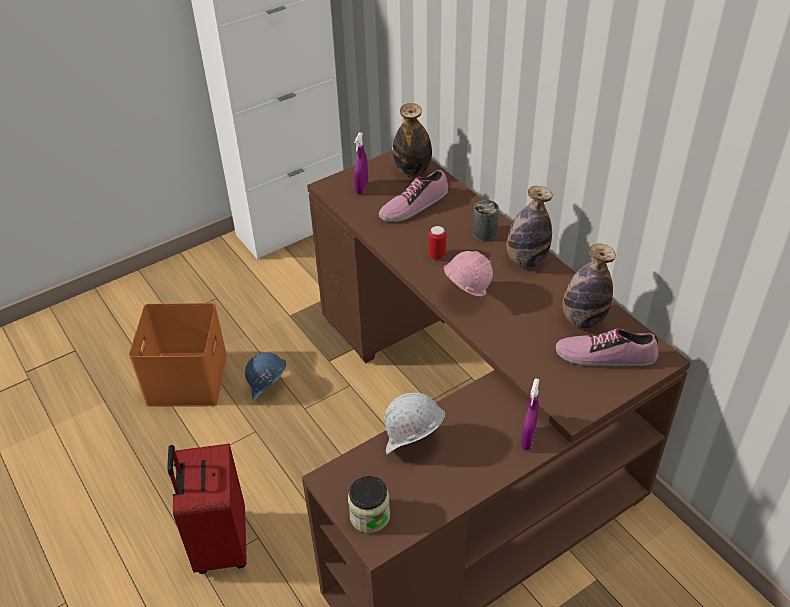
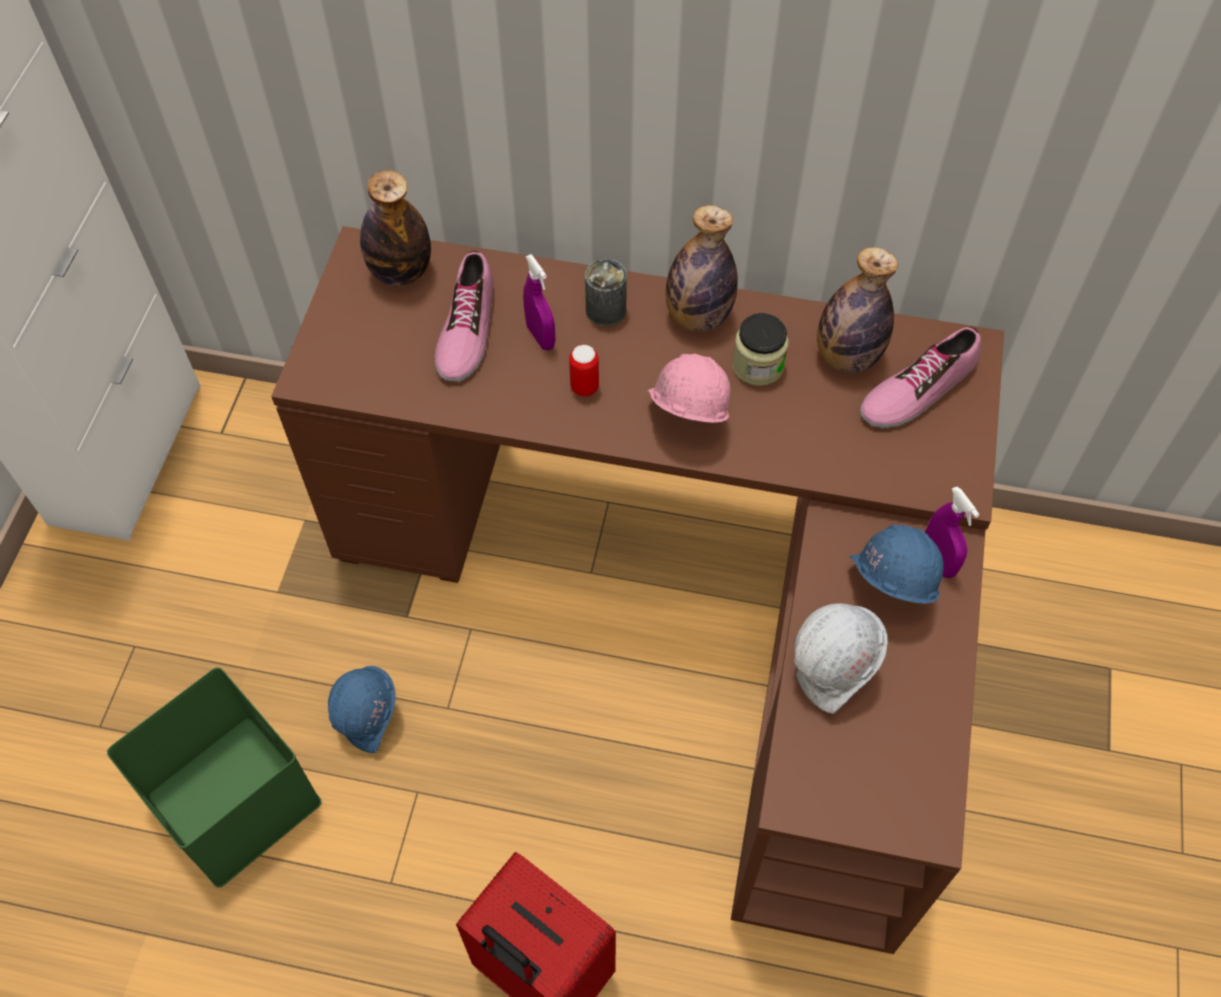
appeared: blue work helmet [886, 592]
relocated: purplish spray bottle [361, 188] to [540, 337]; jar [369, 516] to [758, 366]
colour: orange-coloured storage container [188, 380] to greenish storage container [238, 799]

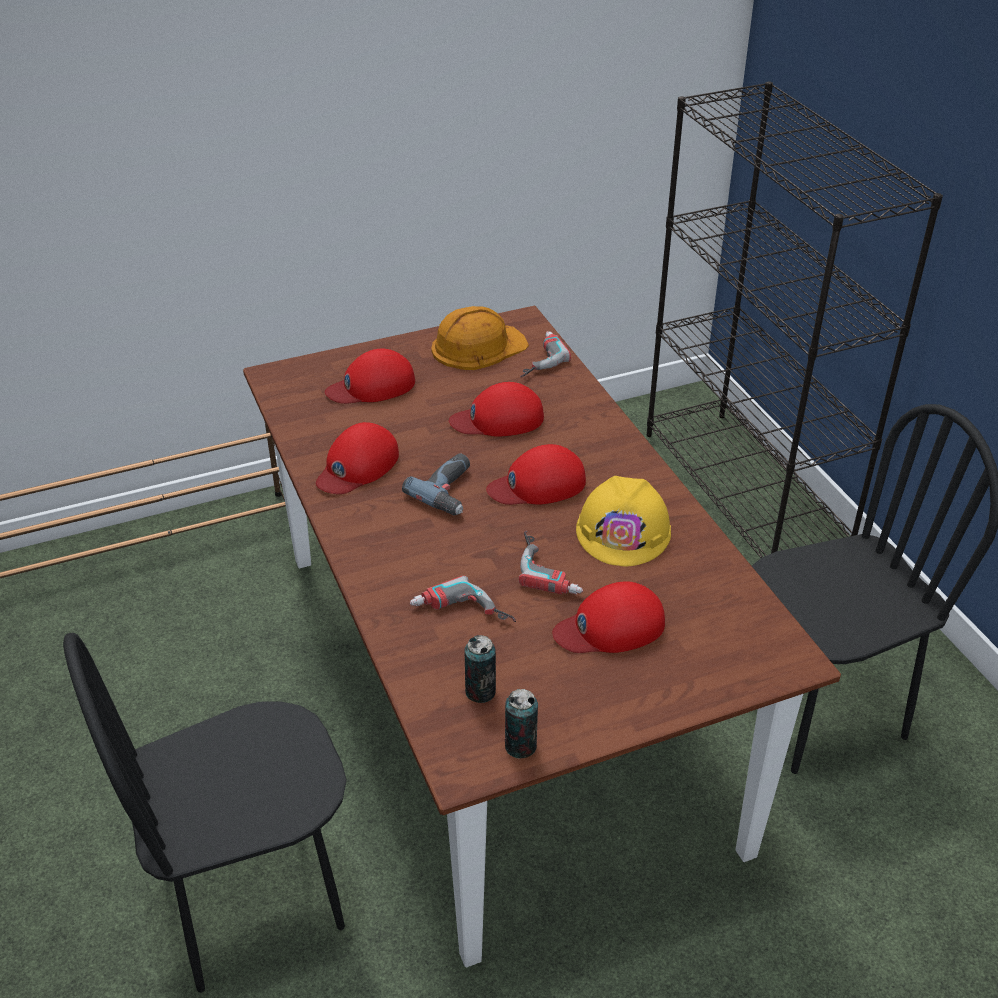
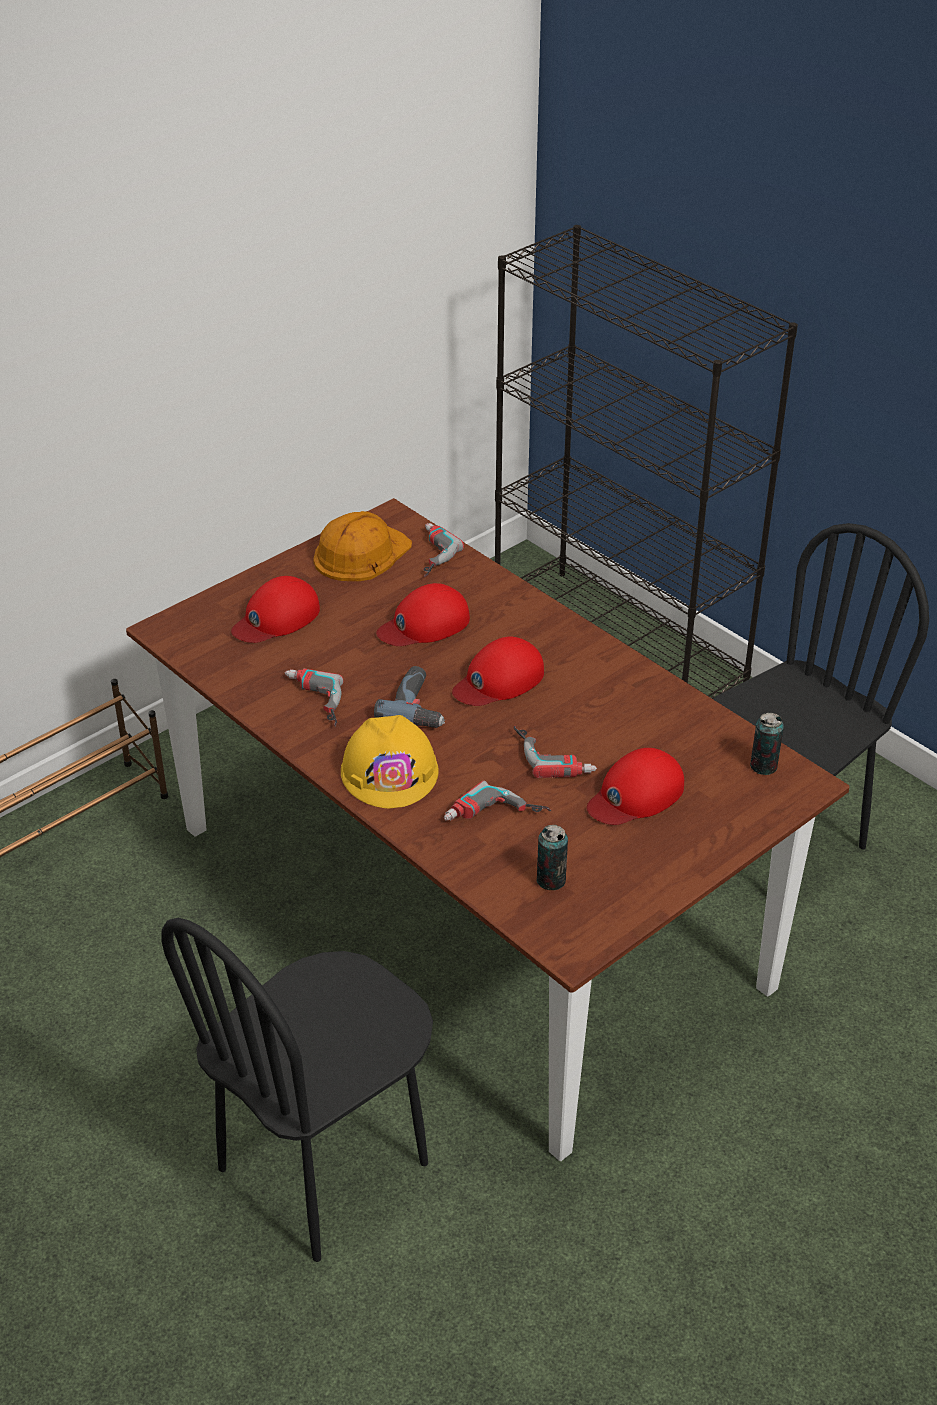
relocated: yellowish work helmet [623, 531] to [390, 771]; can [520, 746] to [763, 766]
exchanged: reddish peaked cap [357, 466] to drill [311, 702]

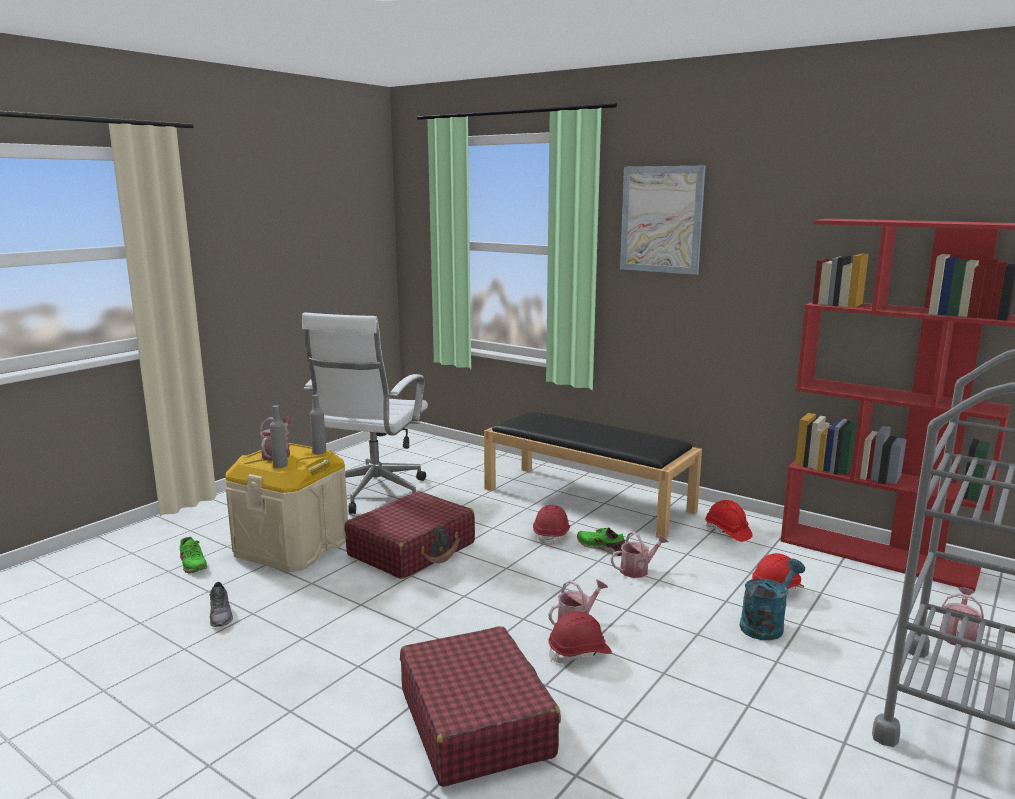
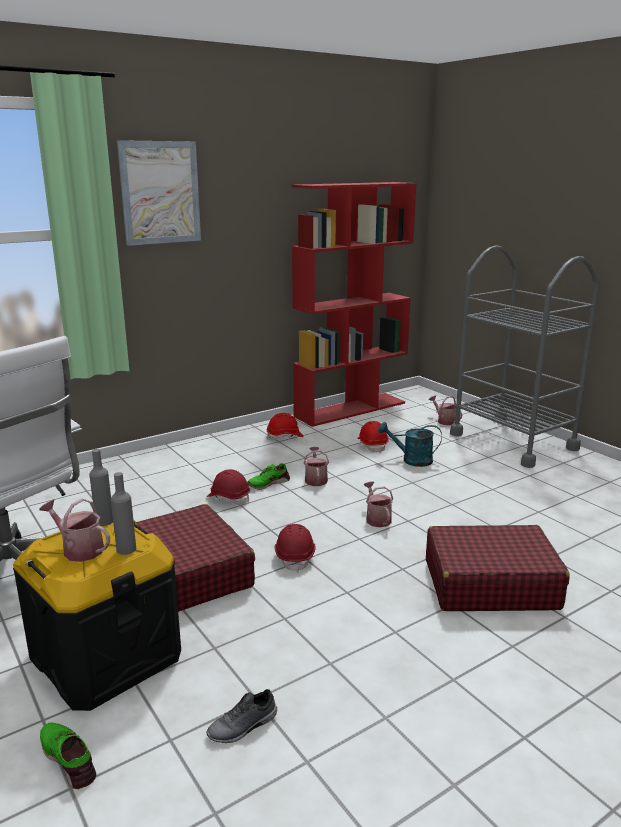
missing: blackish bench [588, 500]
relocated: reddish work helmet [579, 653] to [295, 557]
colour: beige storage container [292, 547] to blackish storage container [106, 656]
spun: greenish low shoe [192, 564] = [69, 759] 120 degrees counterclockwise; turquoise-coloured sprinkling can [766, 624] = [411, 460] 60 degrees counterclockwise; gray low shoe [221, 615] = [243, 727] 150 degrees clockwise

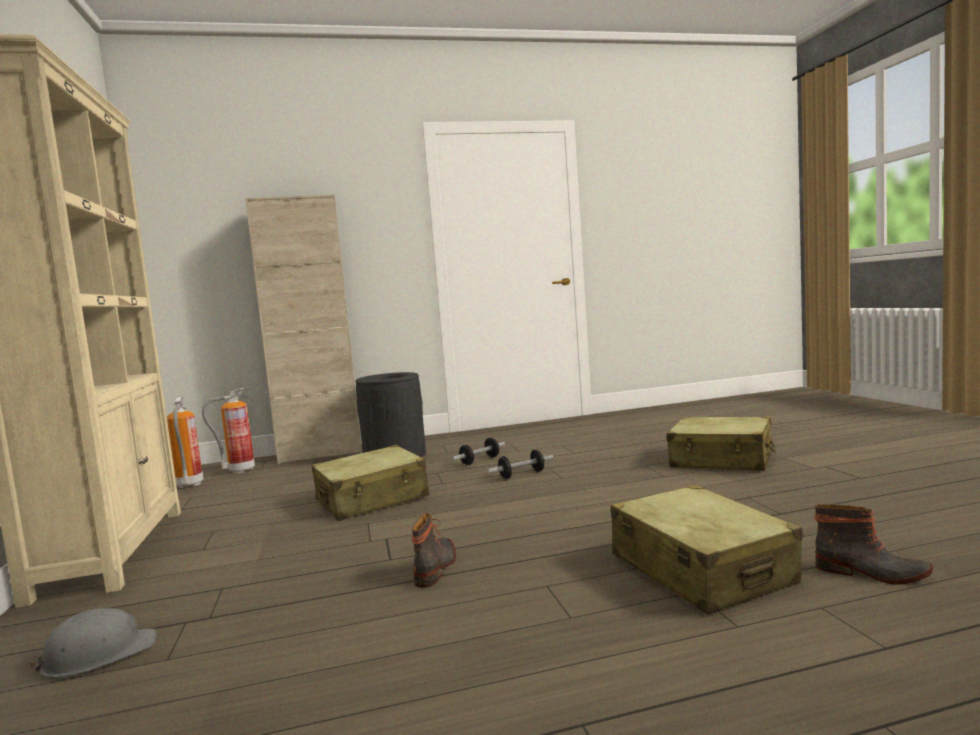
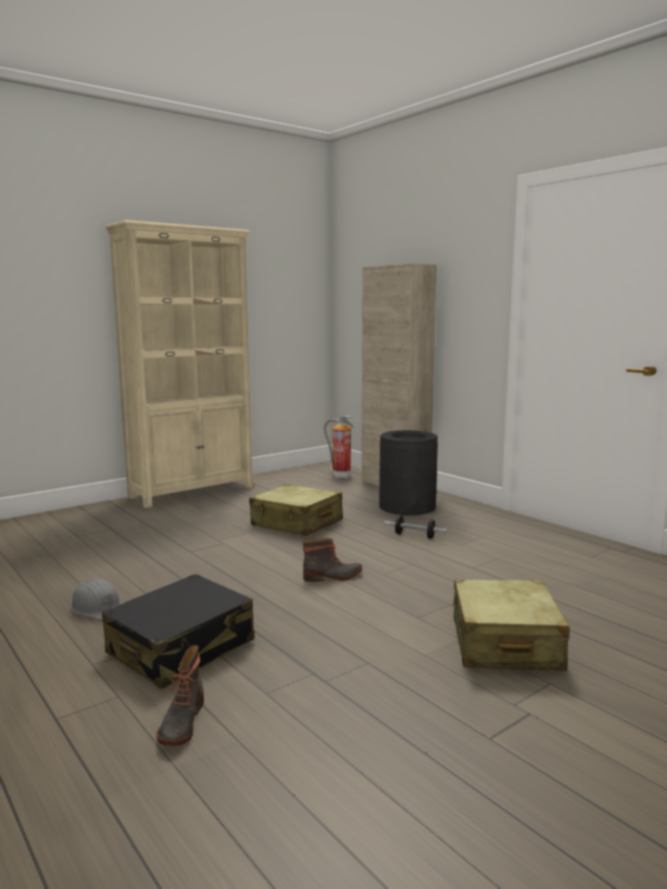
missing: fire extinguisher [189, 485]; dumbbell [522, 474]
relocated: high-top boot [436, 567] to [333, 576]; gray work helmet [99, 654] to [98, 608]
colour: beige suitcase [701, 570] to blackish suitcase [182, 648]

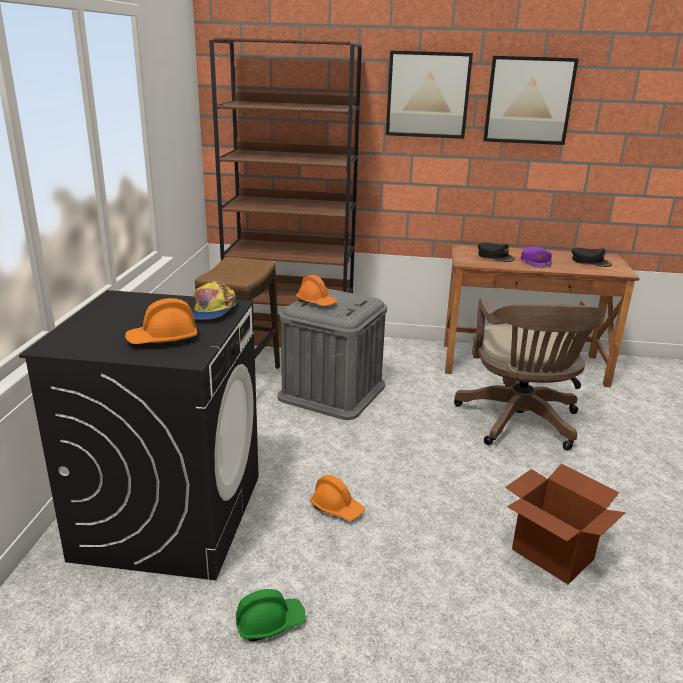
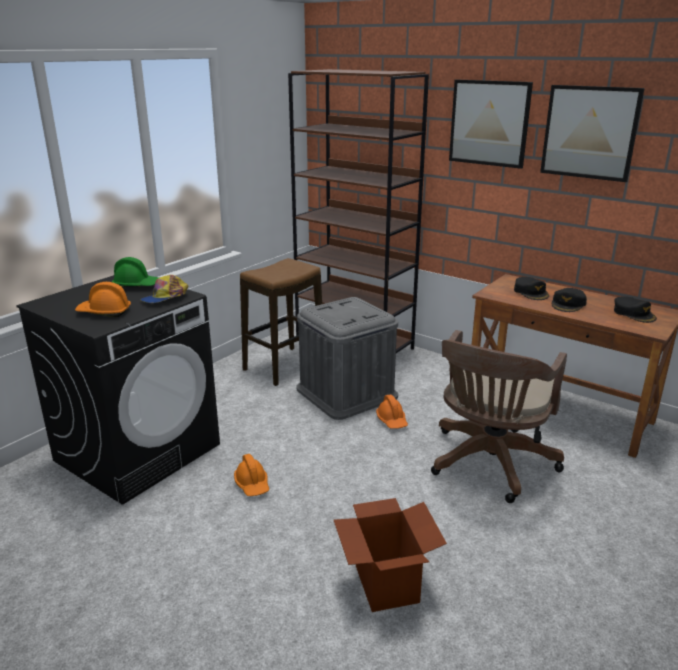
relocated: orange-coloured work helmet [316, 302] to [392, 420]; greenish work helmet [269, 622] to [137, 285]
colour: purplish peaked cap [536, 261] to blackish peaked cap [568, 304]

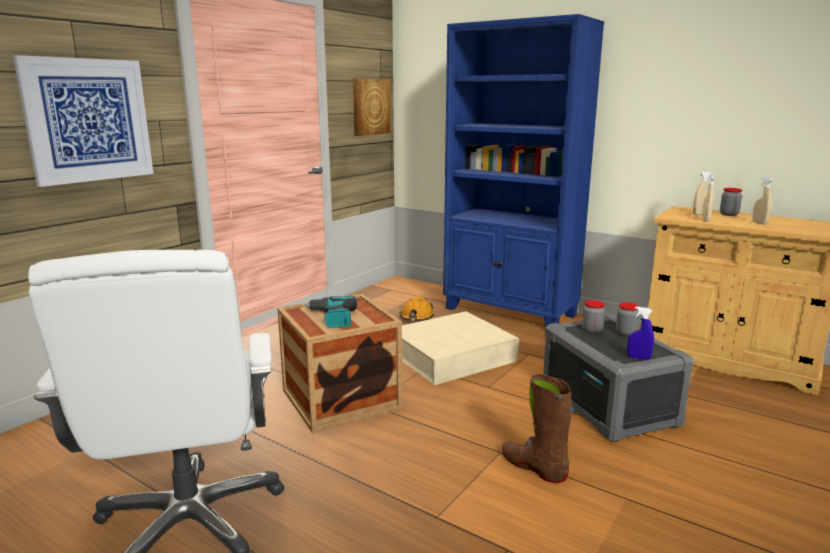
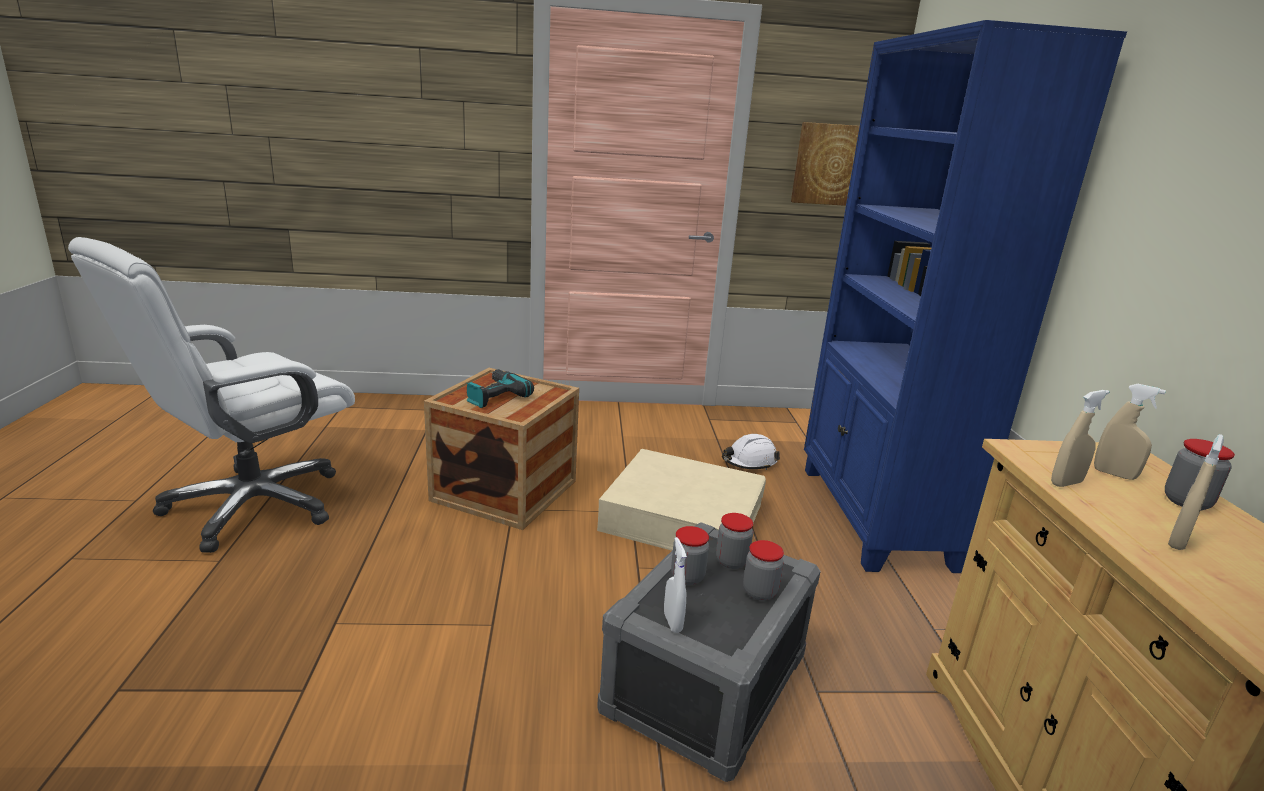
missing: wall art [88, 120]; brownish high-top boot [534, 467]
appeared: jar [687, 577]
colour: orange-coloured work helmet [417, 317] to whitish work helmet [749, 462]; blue spray bottle [638, 358] to whitish spray bottle [672, 622]

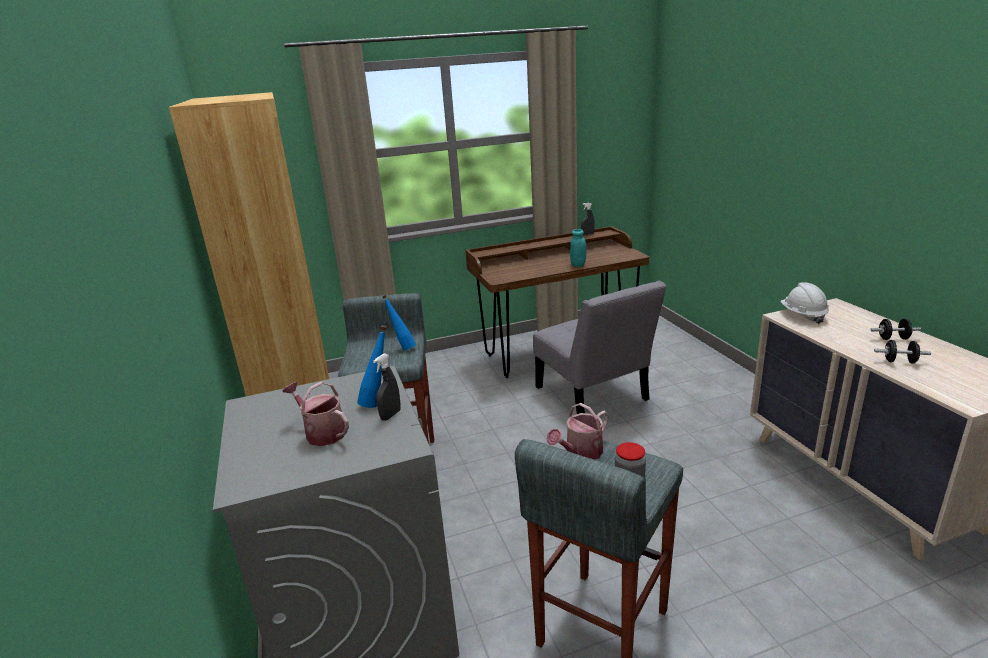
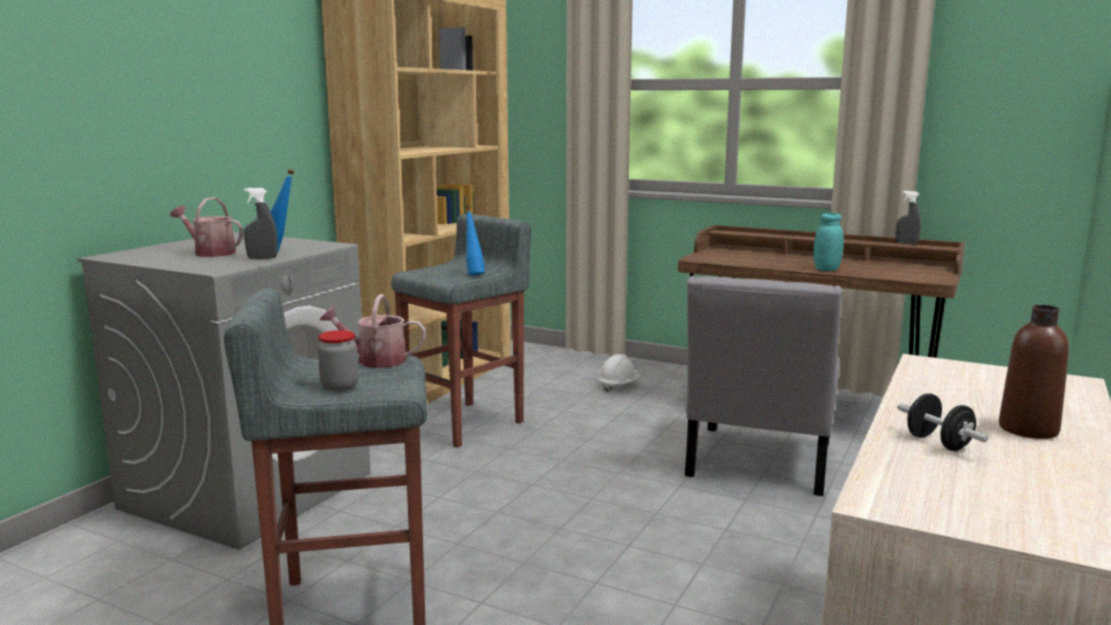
relocated: whitish work helmet [802, 315] to [618, 386]
exchanged: blackish dumbbell [893, 338] to brownish drink bottle [1028, 429]
spun: sprinkling can [322, 432] = [210, 253] 60 degrees counterclockwise

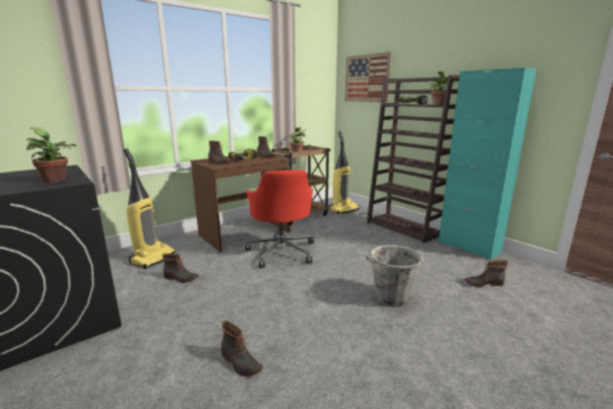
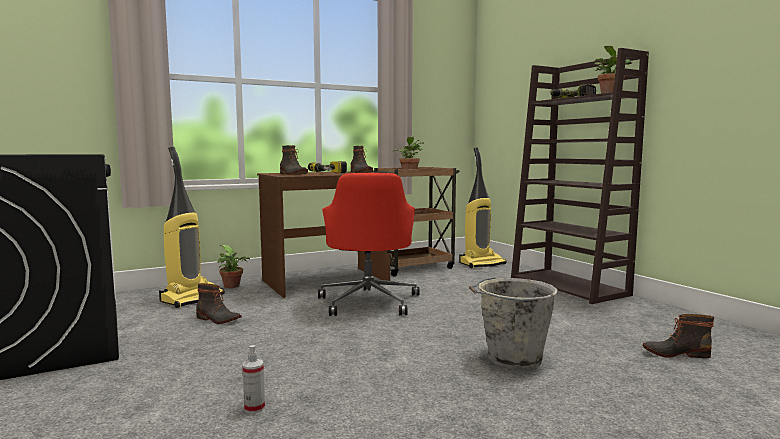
missing: wall art [367, 78]; turquoise-coloured storage cabinet [468, 247]
relocated: potted plant [56, 180] to [233, 286]
exchanged: high-top boot [240, 363] to spray bottle [254, 408]

